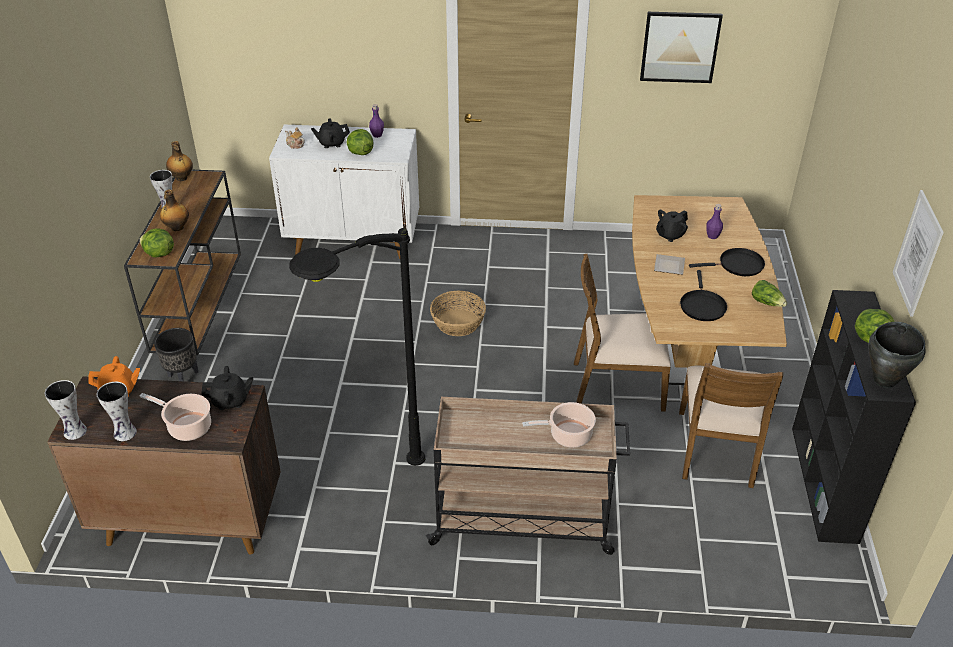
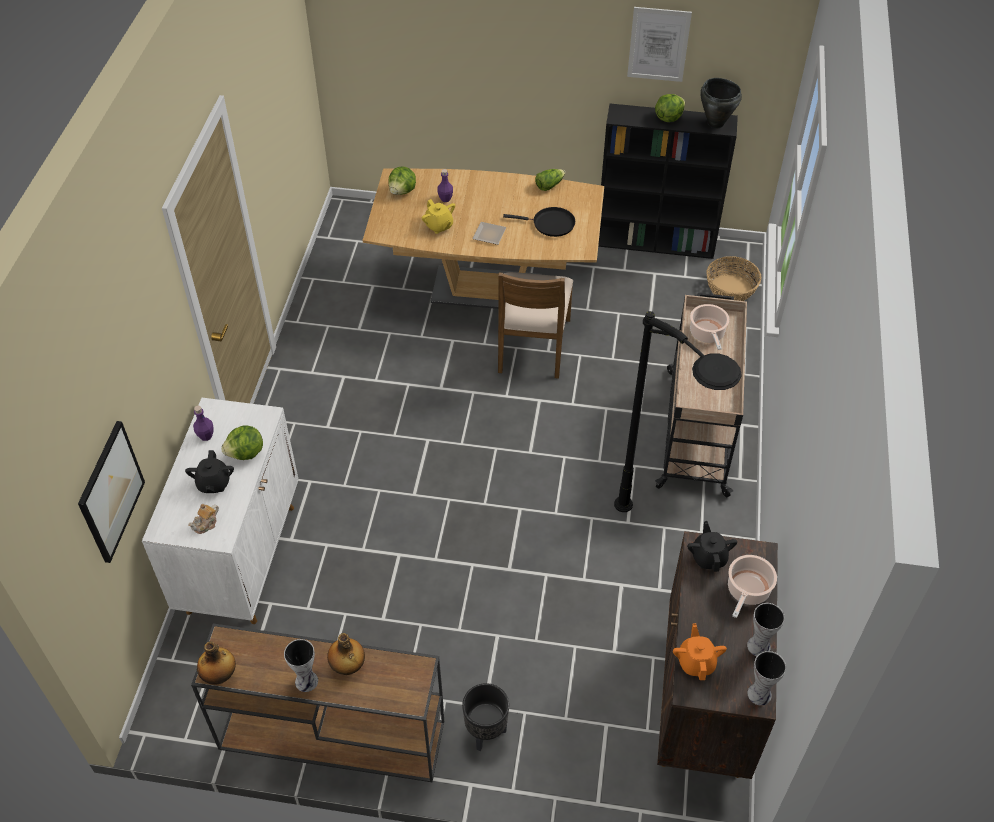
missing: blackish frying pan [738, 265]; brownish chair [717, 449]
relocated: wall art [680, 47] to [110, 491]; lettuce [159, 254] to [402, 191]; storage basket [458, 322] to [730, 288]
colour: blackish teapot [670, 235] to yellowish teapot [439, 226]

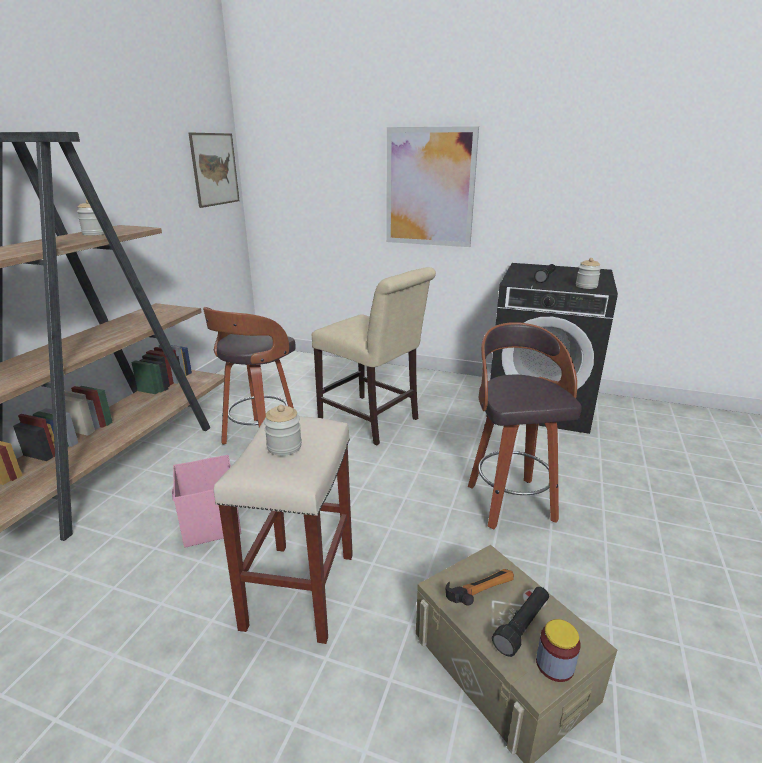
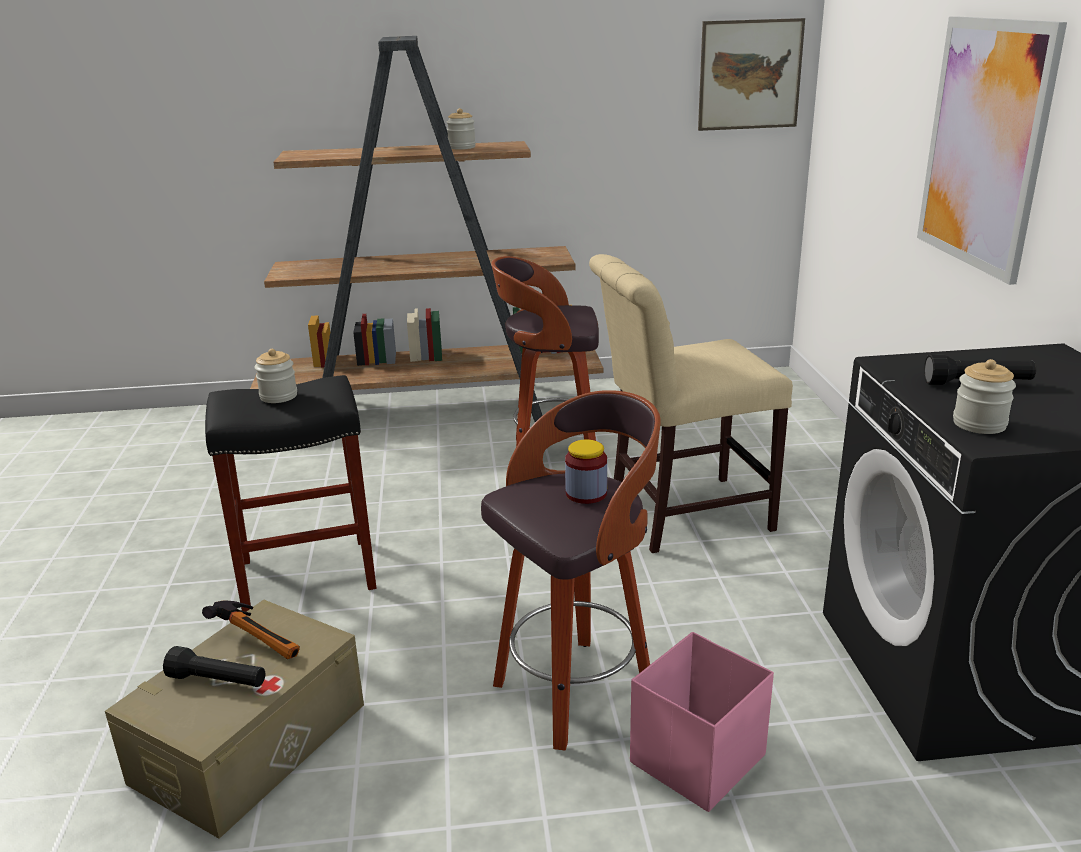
relocated: pink-coloured storage container [210, 524] to [695, 760]; jar [555, 665] to [586, 494]
colour: beige stool seat [299, 588] to blackish stool seat [309, 573]
spun: beige chair [372, 421] = [680, 514] 60 degrees clockwise

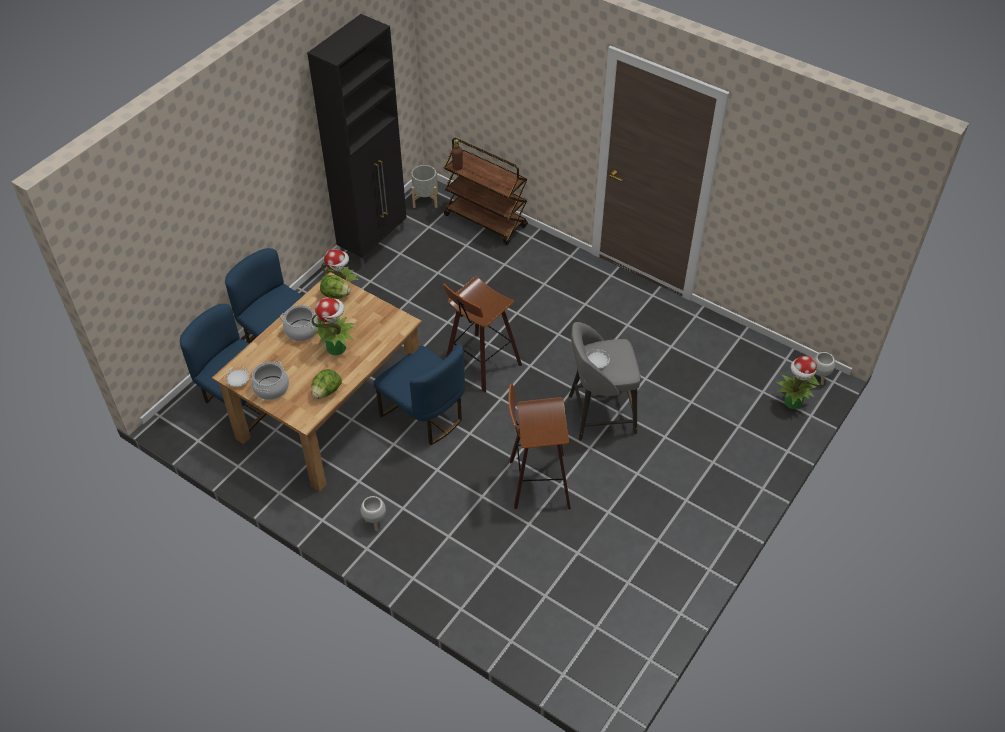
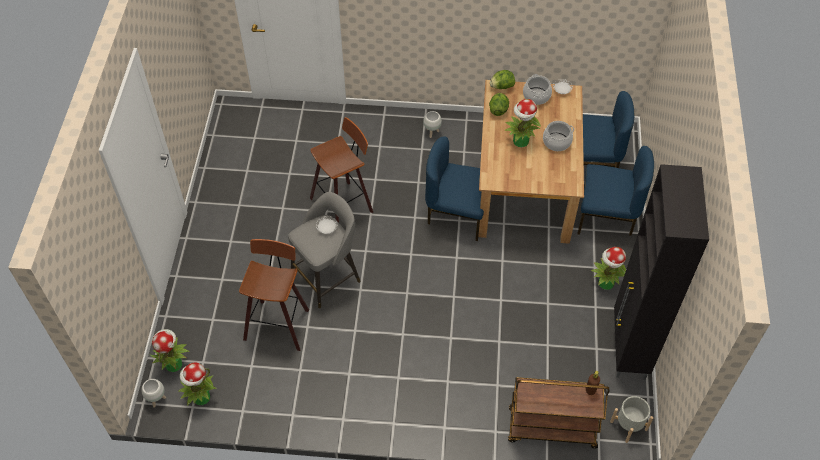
appeared: potted plant [201, 398]
relocated: lettuce [335, 295] to [501, 86]; stool seat [480, 365] to [278, 323]

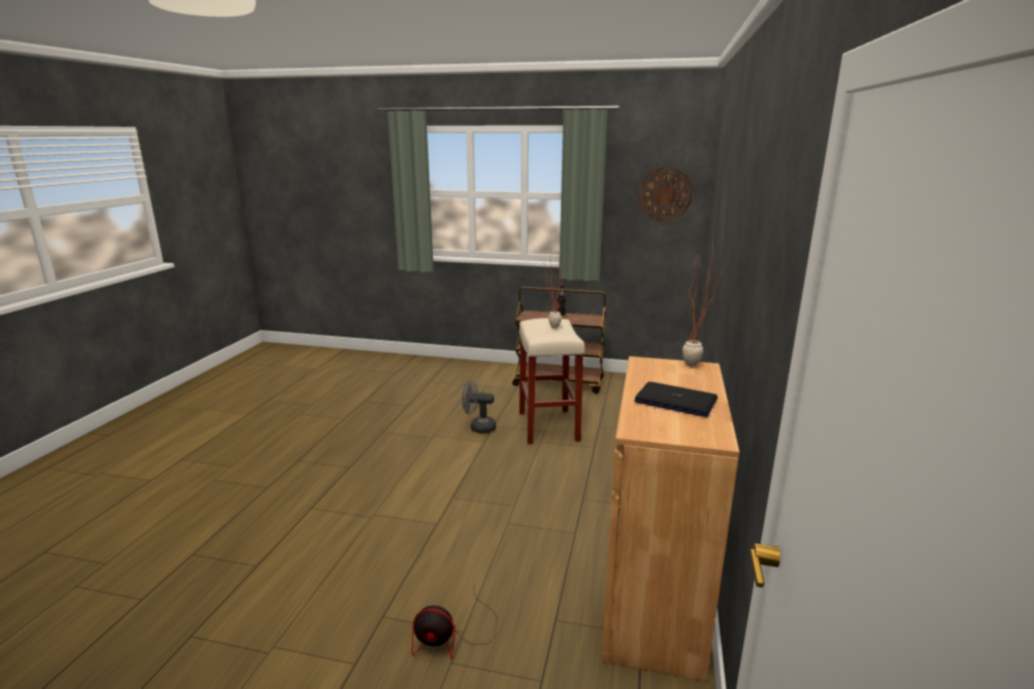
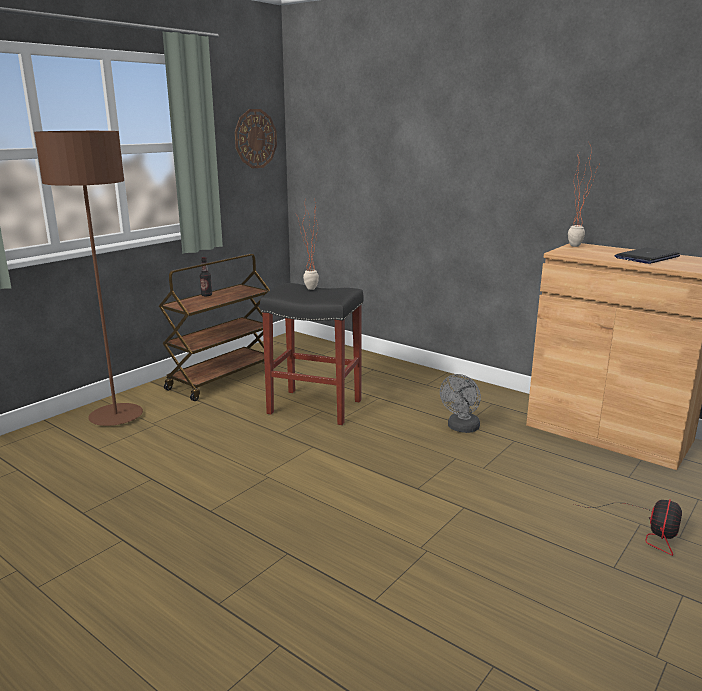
appeared: brownish floor lamp [116, 417]
relocated: gray electric fan [478, 427] to [461, 428]
colour: beige stool seat [547, 426] to blackish stool seat [313, 407]

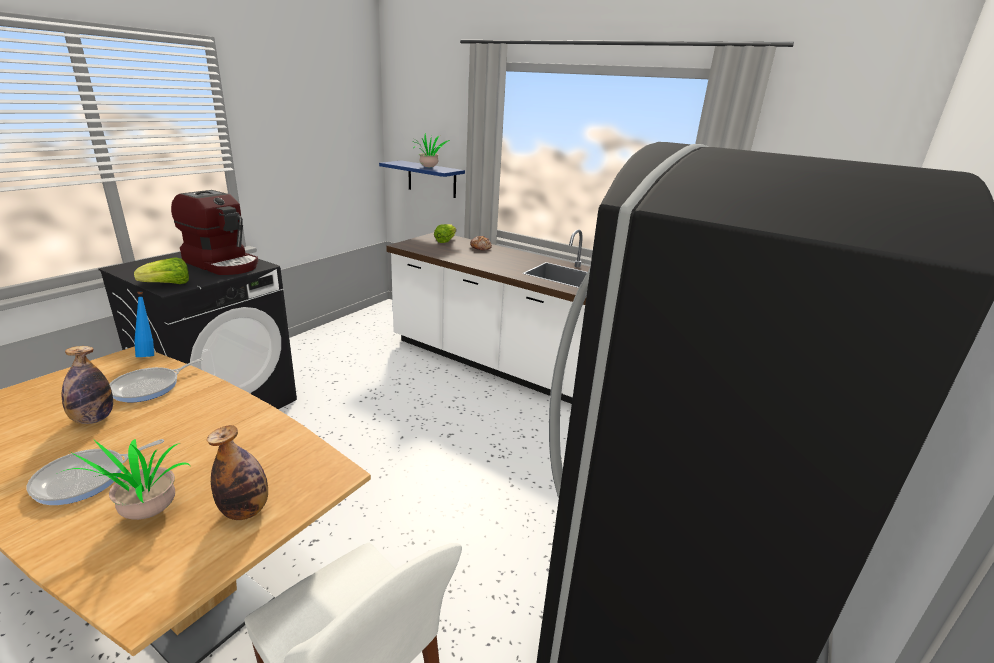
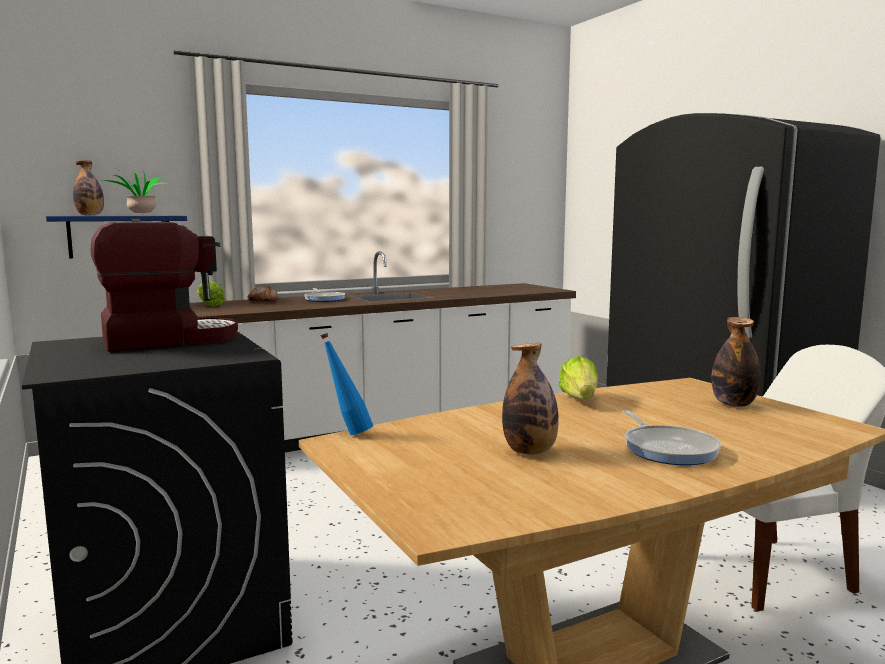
missing: potted plant [146, 515]
appeared: drink bottle [90, 215]
relocated: lettuce [168, 284] to [580, 399]; frying pan [150, 387] to [324, 299]

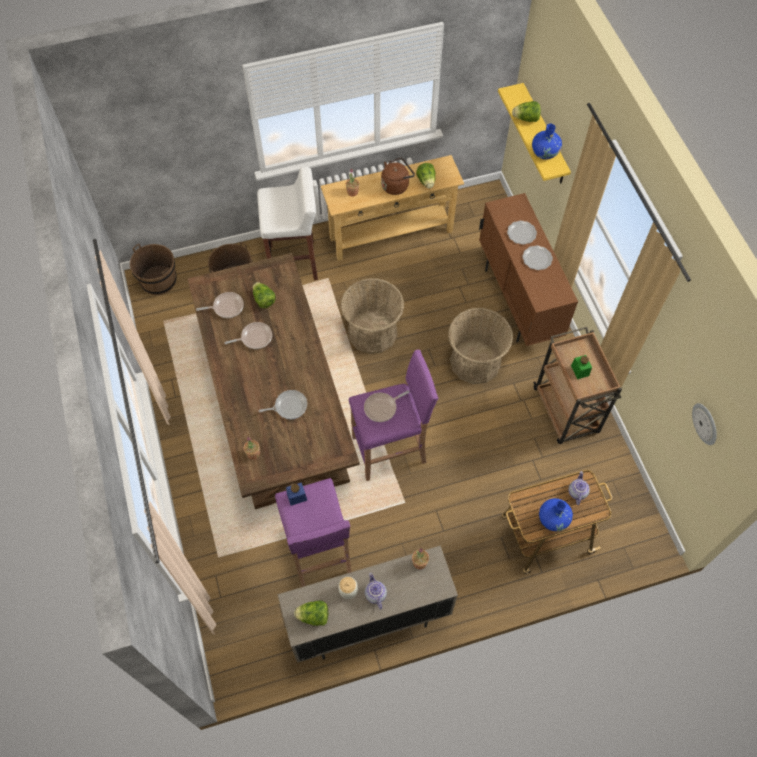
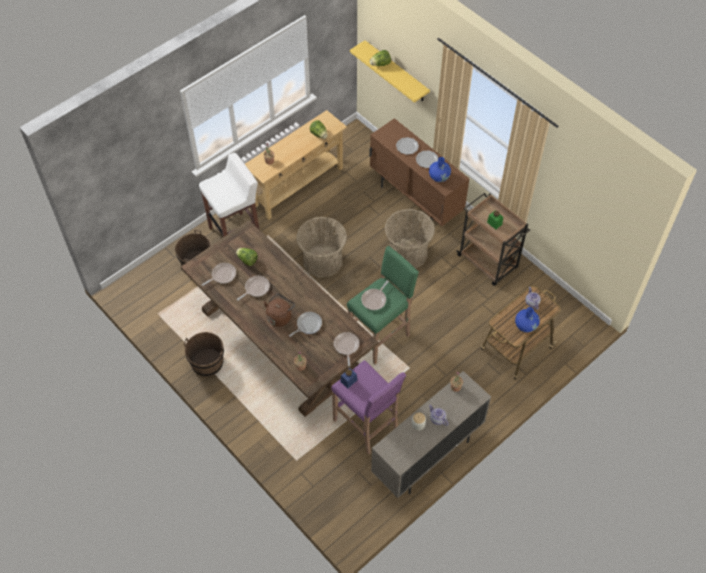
missing: wall clock [705, 423]; lettuce [313, 616]
appeared: frying pan [346, 346]
relocated: blue vase [544, 153] to [439, 177]; brownish water kettle [396, 185] to [280, 316]; brownish water bucket [158, 280] to [207, 363]
colour: purplish stool seat [390, 449] to greenish stool seat [380, 336]

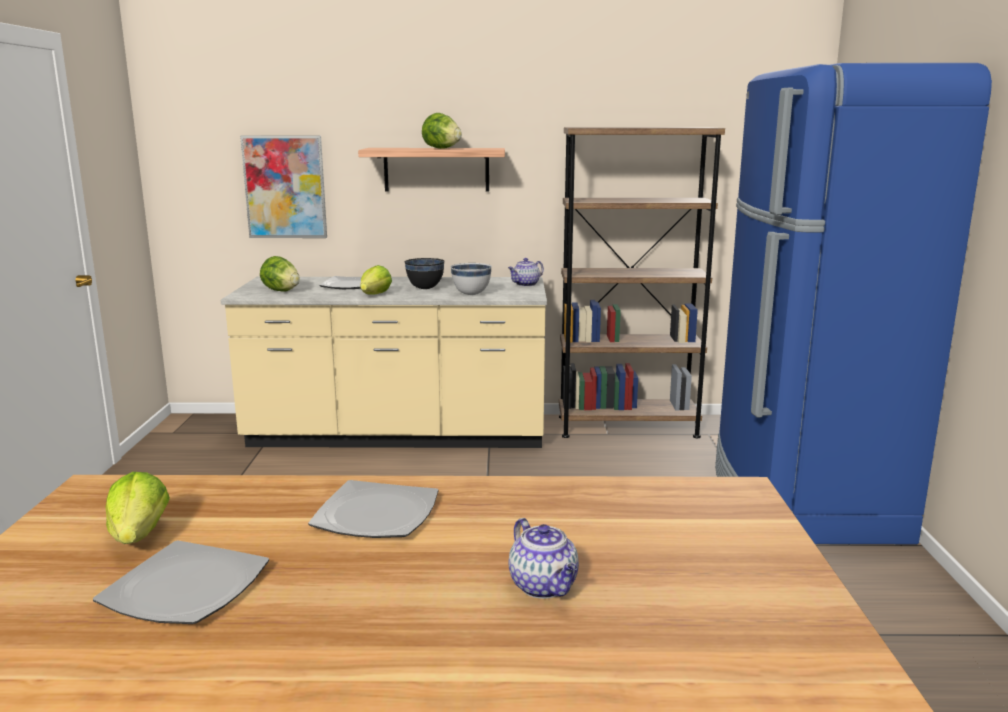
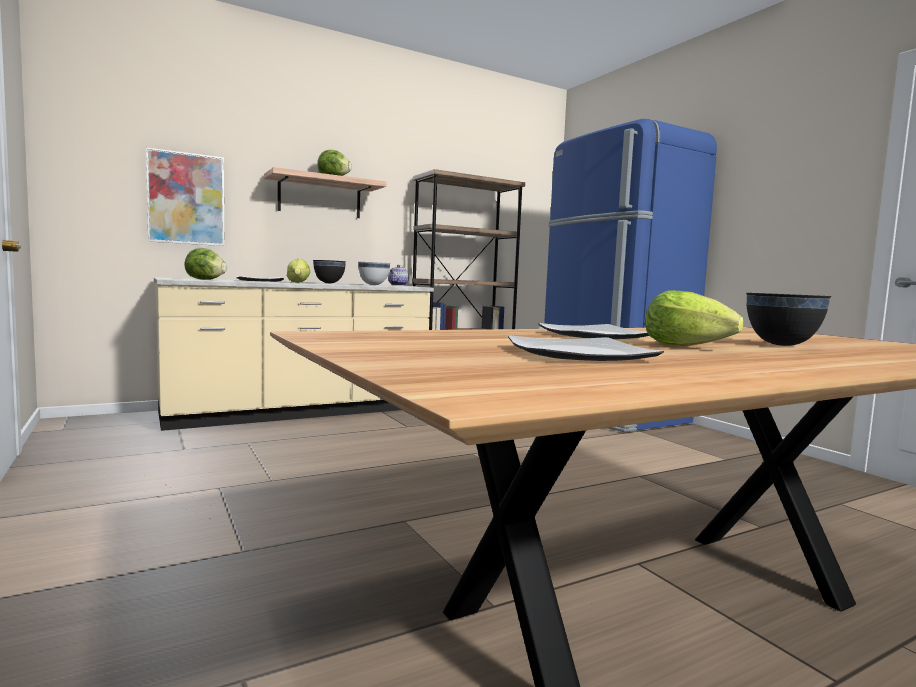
relocated: lettuce [139, 536] to [685, 346]
exchanged: teapot [544, 587] to blackish deep dish [782, 345]

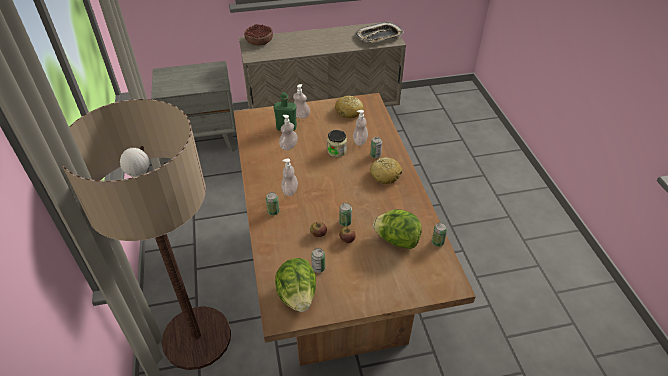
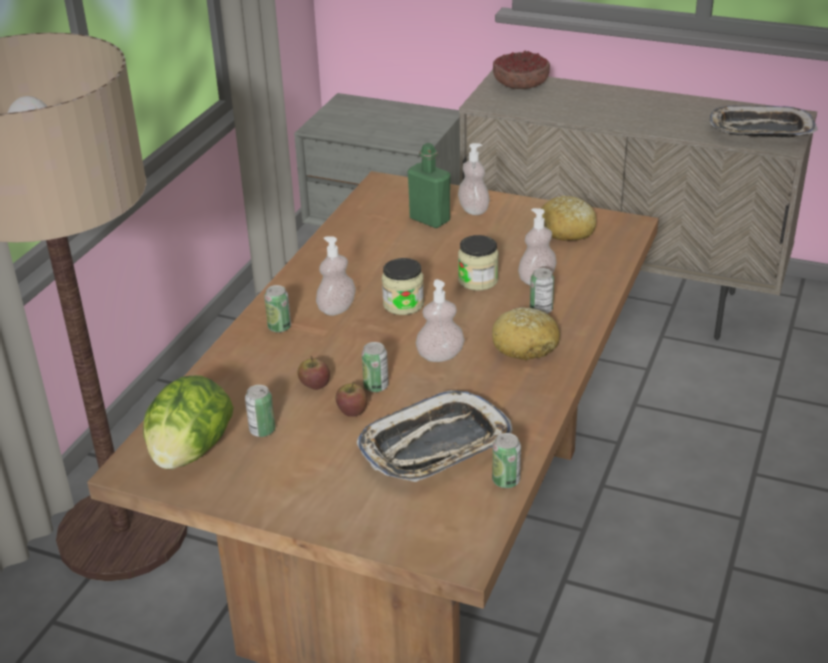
appeared: jar [403, 304]
relocated: liquid soap bottle [288, 146] to [440, 356]
exchanged: lettuce [396, 240] to serving tray [435, 446]

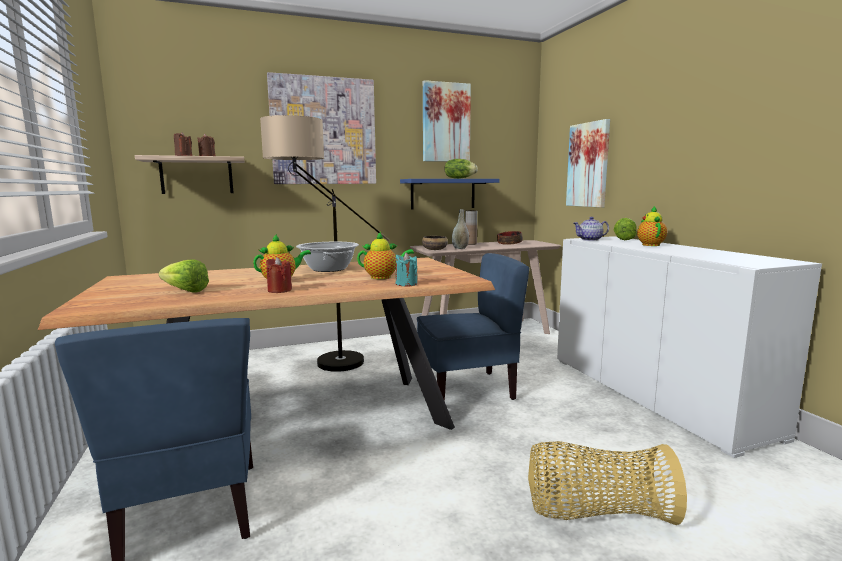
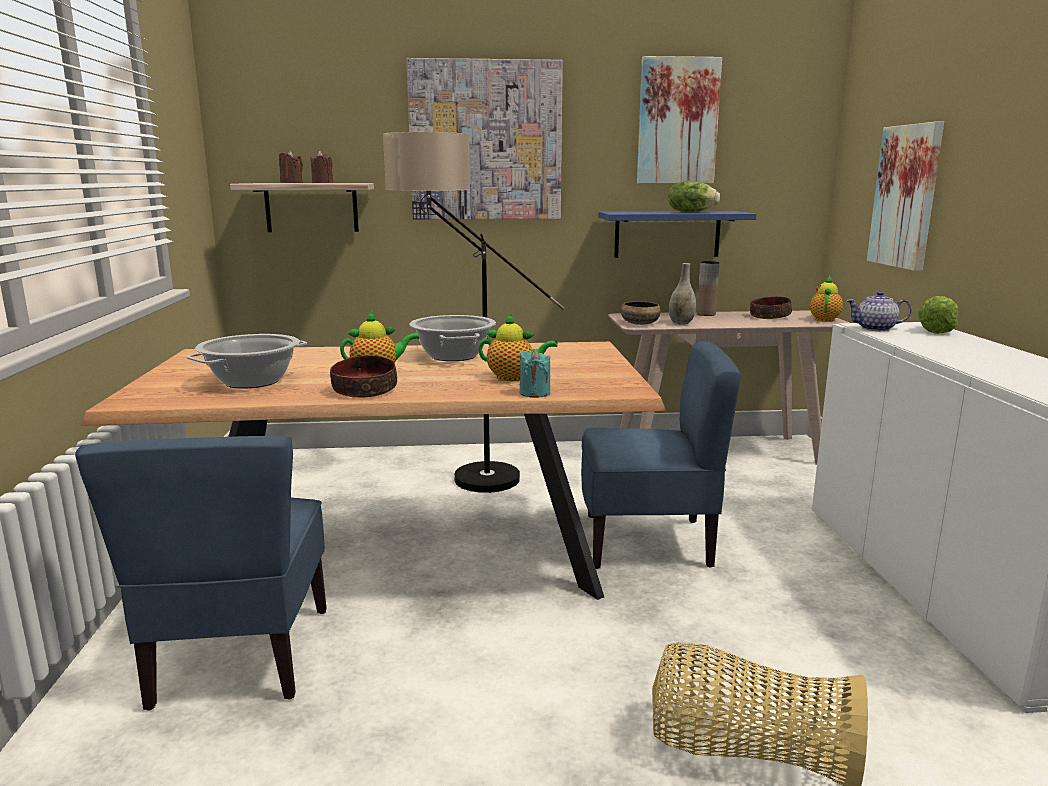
relocated: teapot [650, 244] to [824, 319]
exchanged: reddish wax light [279, 290] to deep dish [364, 391]; lettuce [183, 291] to stockpot [252, 381]

